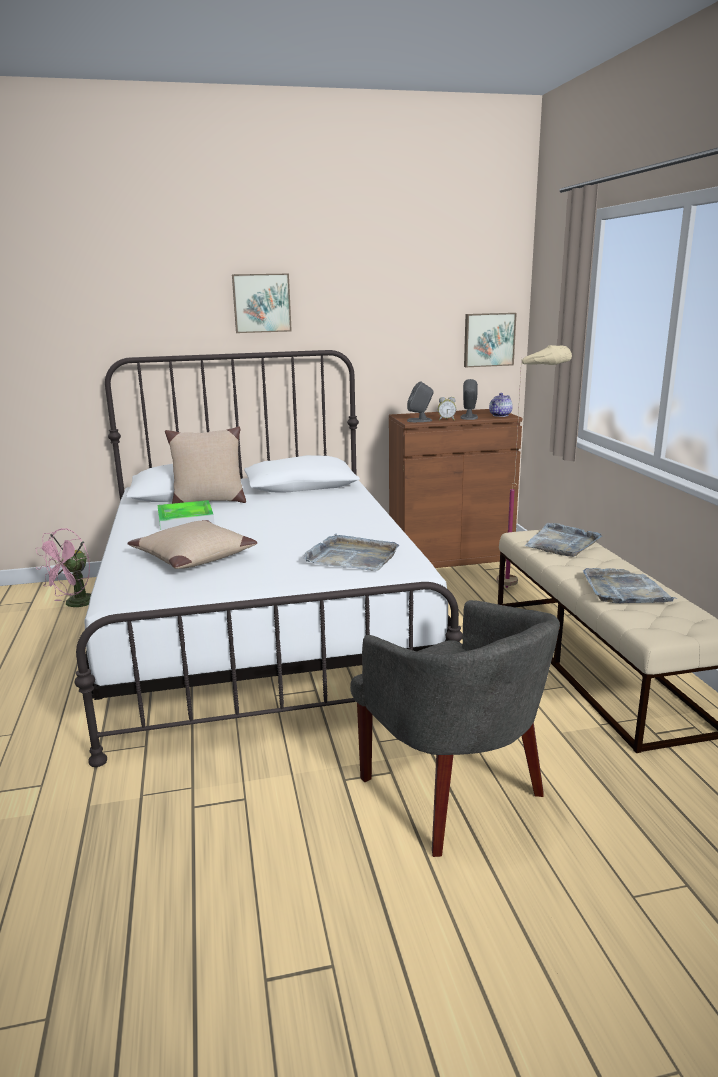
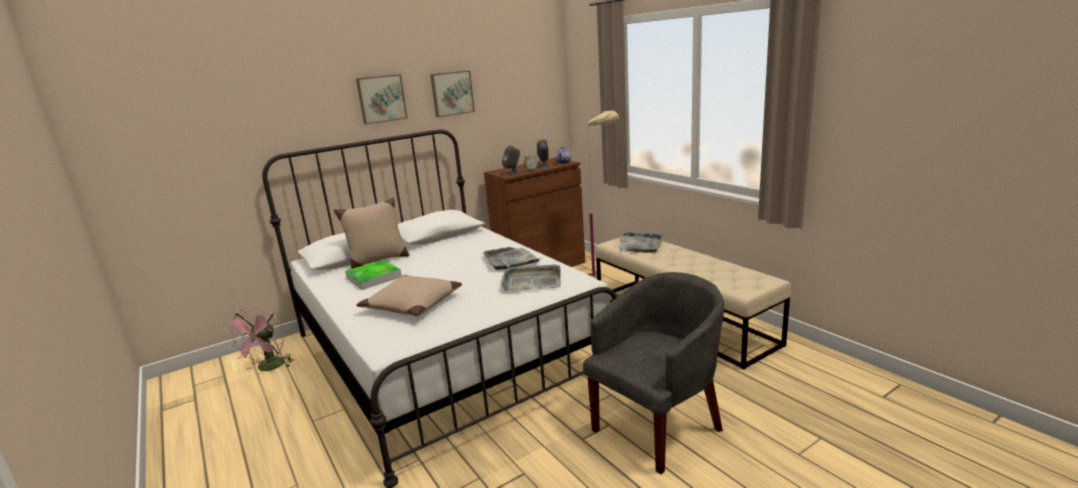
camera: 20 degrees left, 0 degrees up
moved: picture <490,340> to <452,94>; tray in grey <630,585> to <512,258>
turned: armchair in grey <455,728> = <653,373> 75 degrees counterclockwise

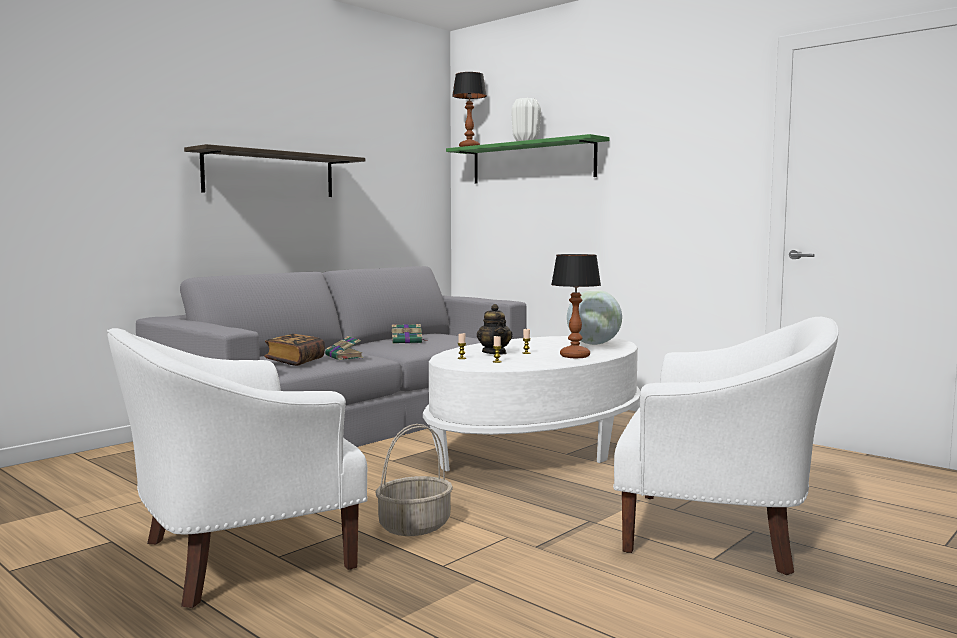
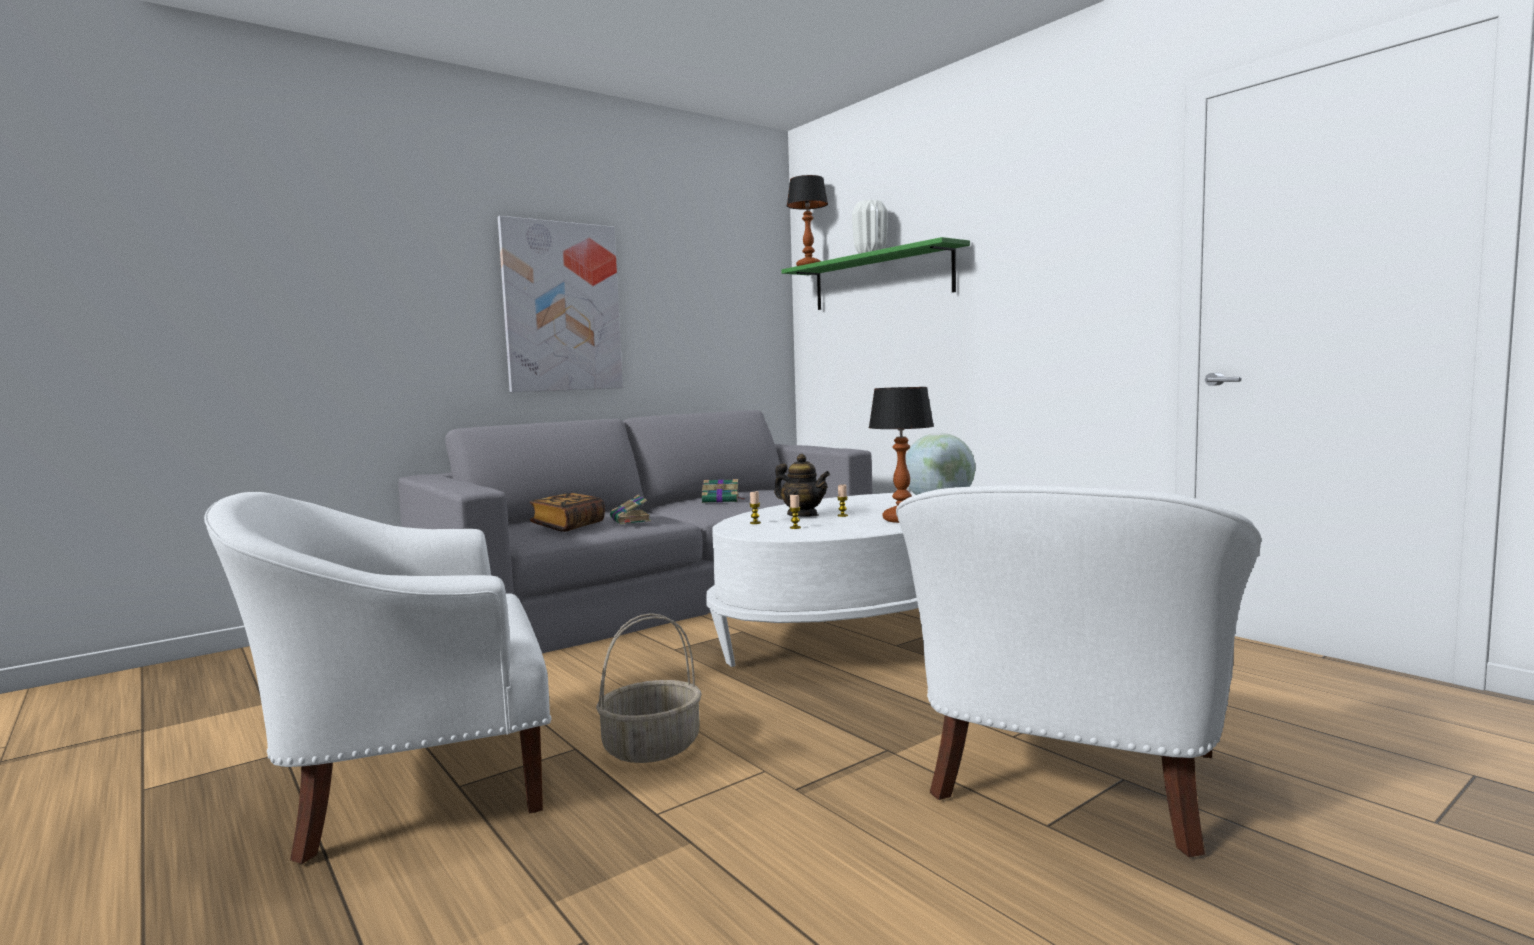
camera: 10 degrees right, 0 degrees up
replaced: shelf <274,170> to picture <560,304>
turned: teapot <494,329> = <802,485> 45 degrees counterclockwise; armchair in white <726,446> = <1078,671> 90 degrees clockwise

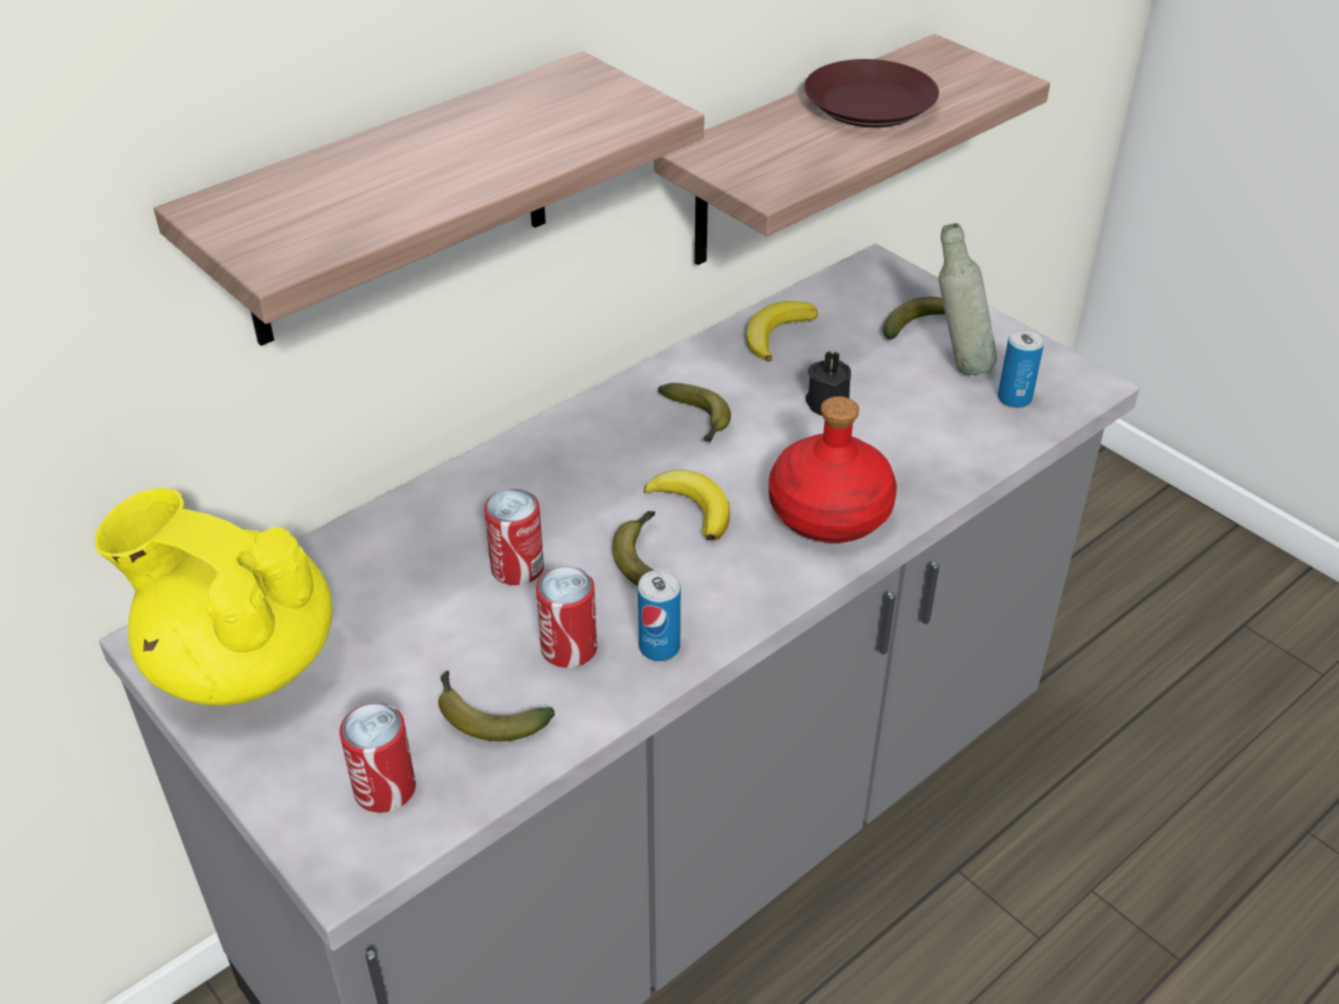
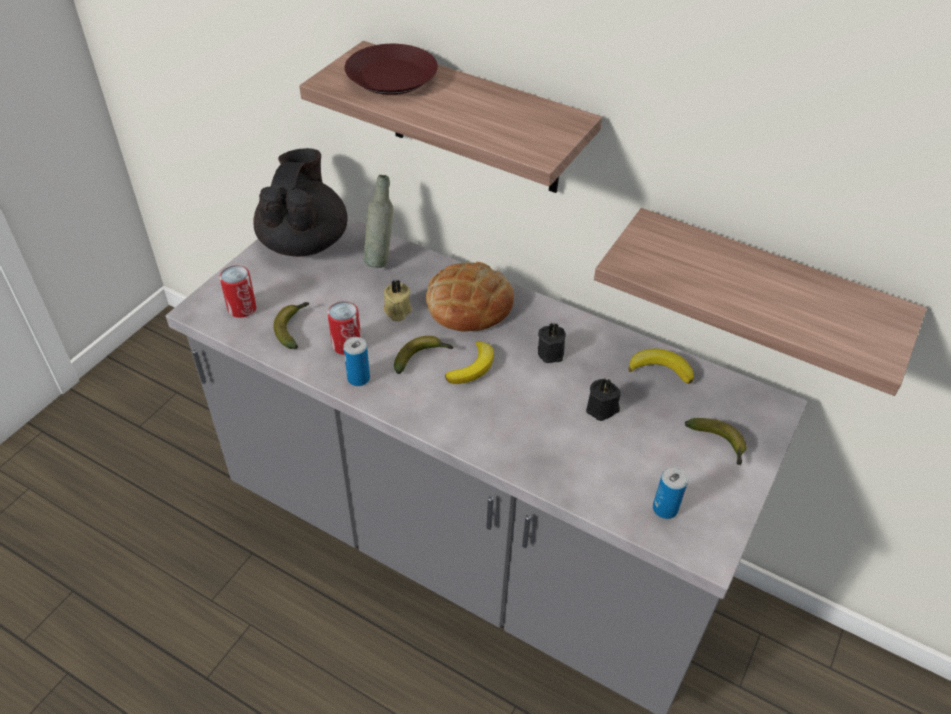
camera: 70 degrees right, 5 degrees up
removed: bottle in red <833,469>
added: bread <470,297>
moved: plate in brown <871,93> to <391,69>; bottle in grey <968,299> to <379,221>
replaced: banana <694,413> to candle in black <552,342>; can <514,537> to candle in beige <397,300>
recoloured: teapot in yellow <214,597> to teapot in black <300,202>

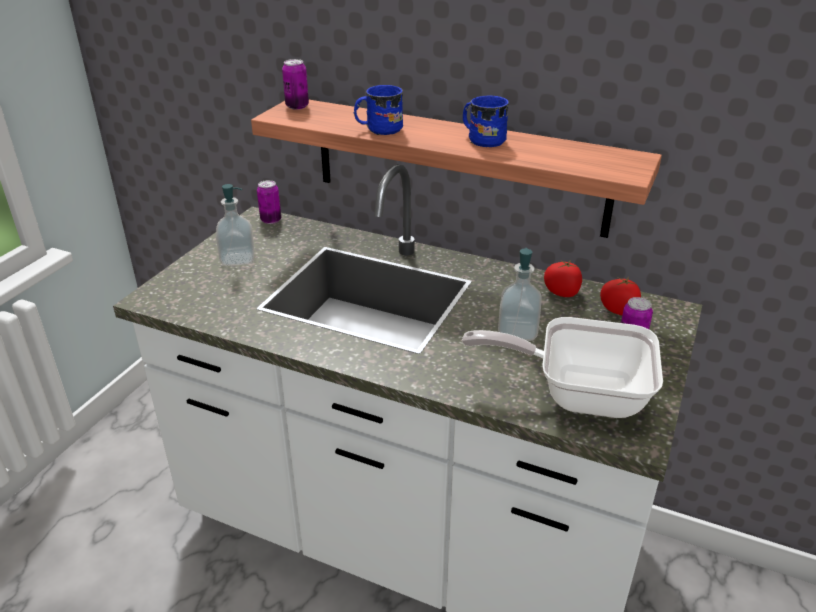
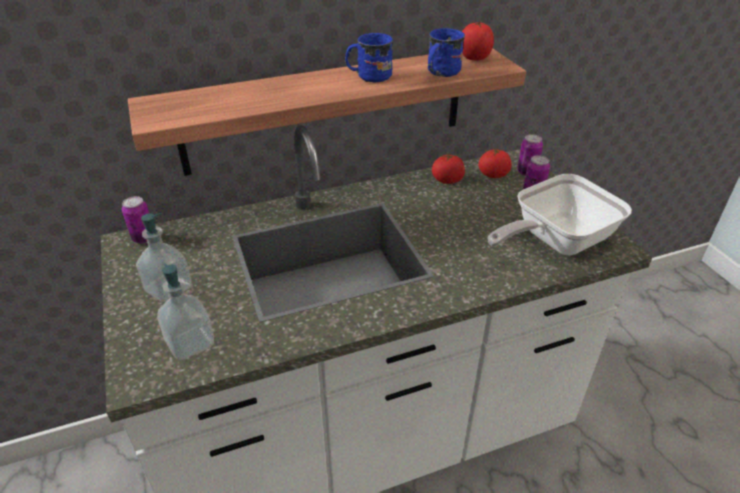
camera: 45 degrees left, 5 degrees up
added: tomato <478,41>
moved: can <295,84> to <530,155>; mug in blue <378,110> to <446,52>; soap dispenser <520,294> to <185,311>

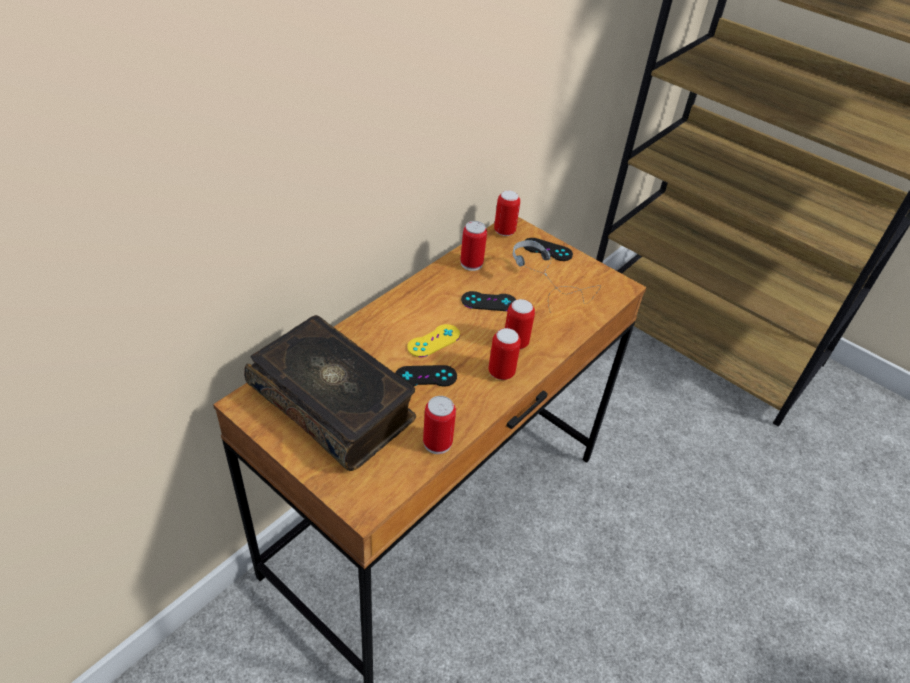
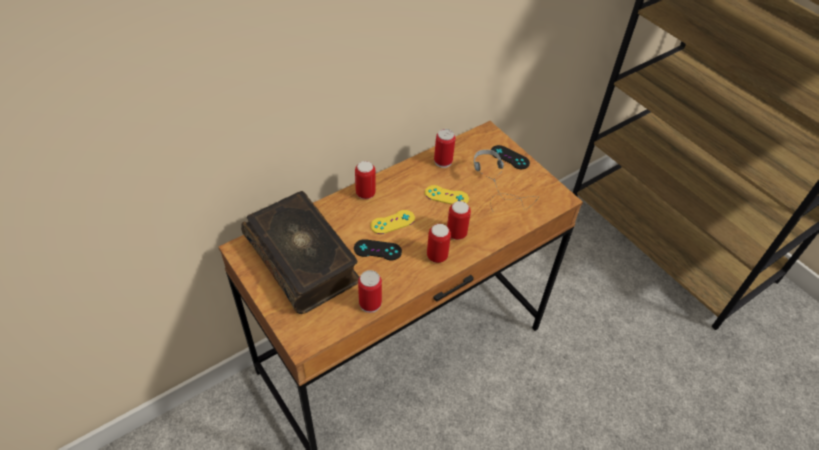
camera: 15 degrees right, 5 degrees up
moved: can <507,213> to <365,180>
recoloured: game controller in black <488,301> to game controller in yellow <447,195>

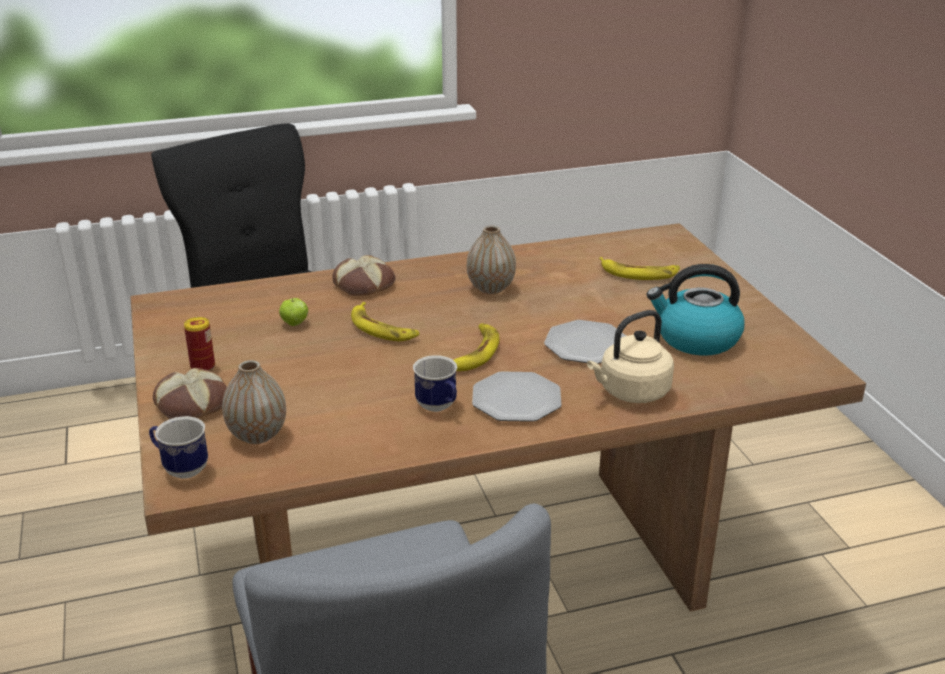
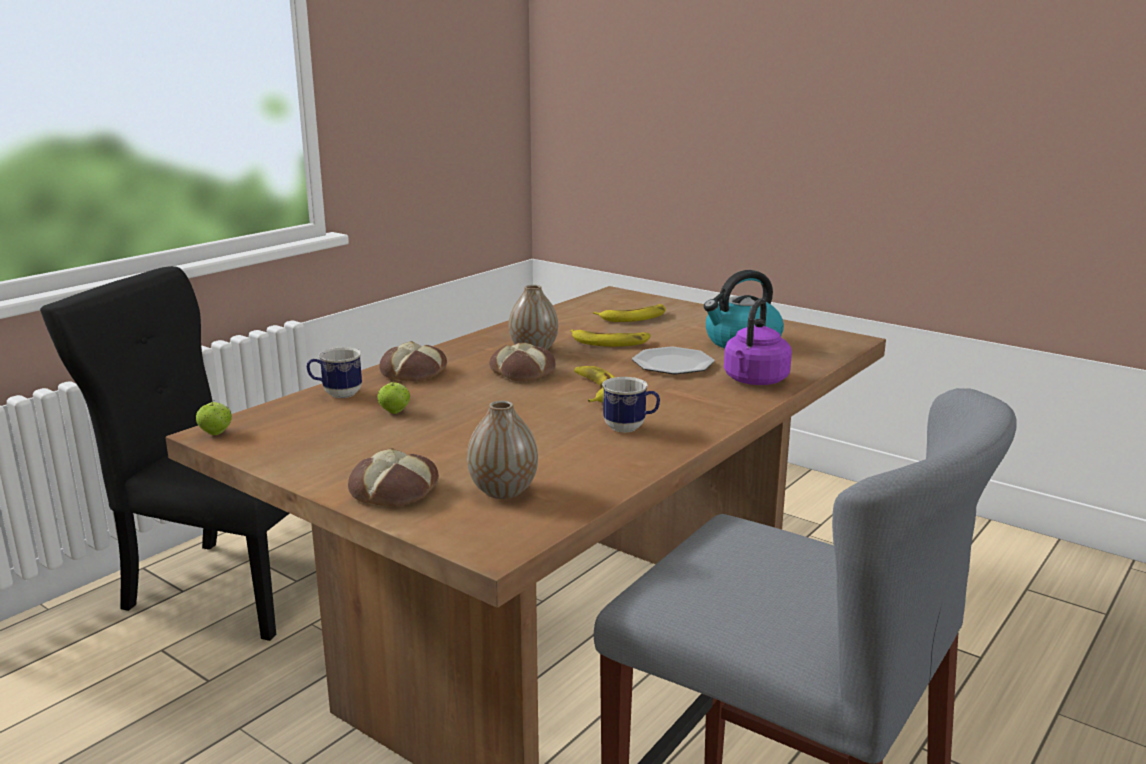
camera: 35 degrees left, 10 degrees down
removed: can <199,344>; plate <516,397>
added: bread <522,362>; apple <214,417>
moved: banana <385,321> to <611,338>; mug <178,447> to <334,372>
recoloured: kettle in beige <630,356> to kettle in purple <758,341>

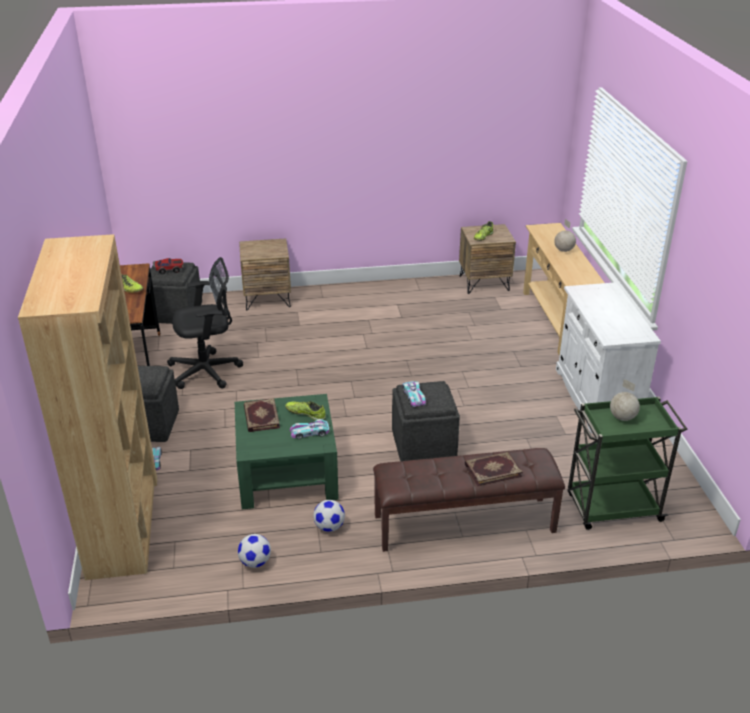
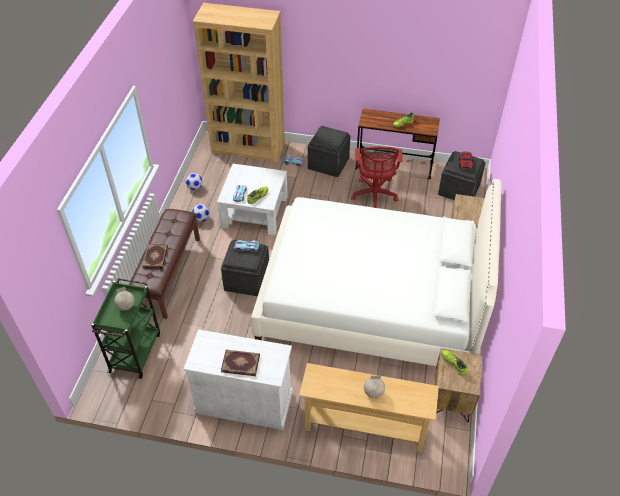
camera: 110 degrees right, 15 degrees up
added: bed in white <376,272>
moved: book <262,415> to <240,363>
recoloured: office chair in black <205,323> to office chair in red <377,177>; coffee table in green <287,451> to coffee table in white <252,200>

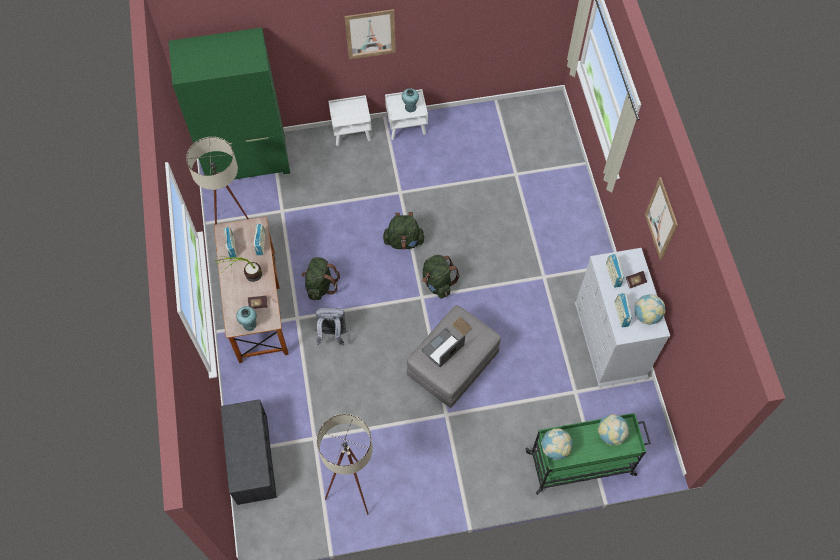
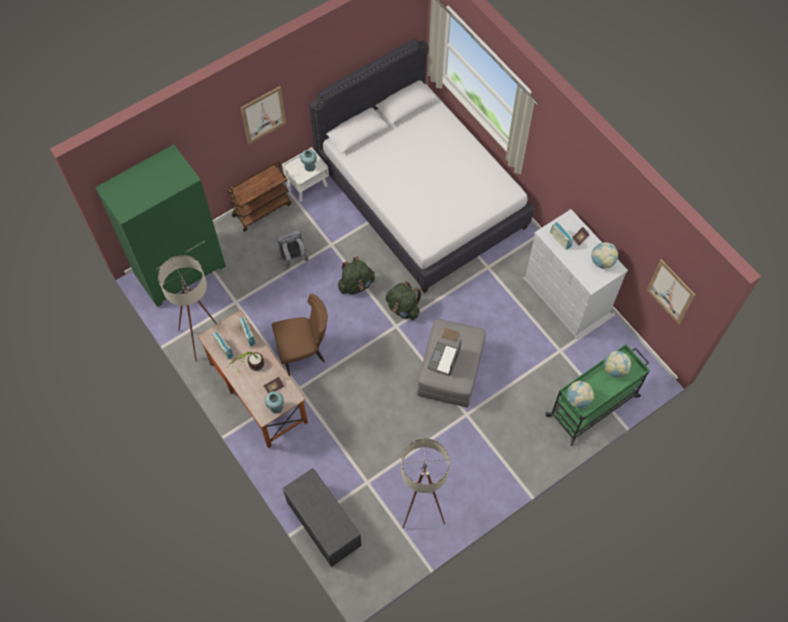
camera: 25 degrees left, 0 degrees up
removed: radio <623,310>
added: bed in white <421,165>
moved: picture <661,218> to <671,292>; backpack in grey <332,326> to <293,249>
replaced: nightstand in white <349,120> to cart in brown <259,196>; backpack in green <320,278> to chair in brown <300,334>

